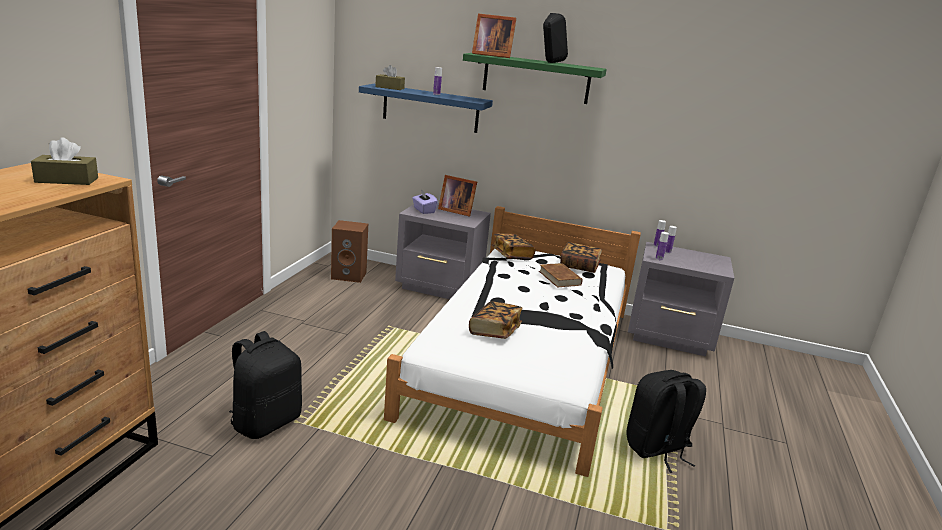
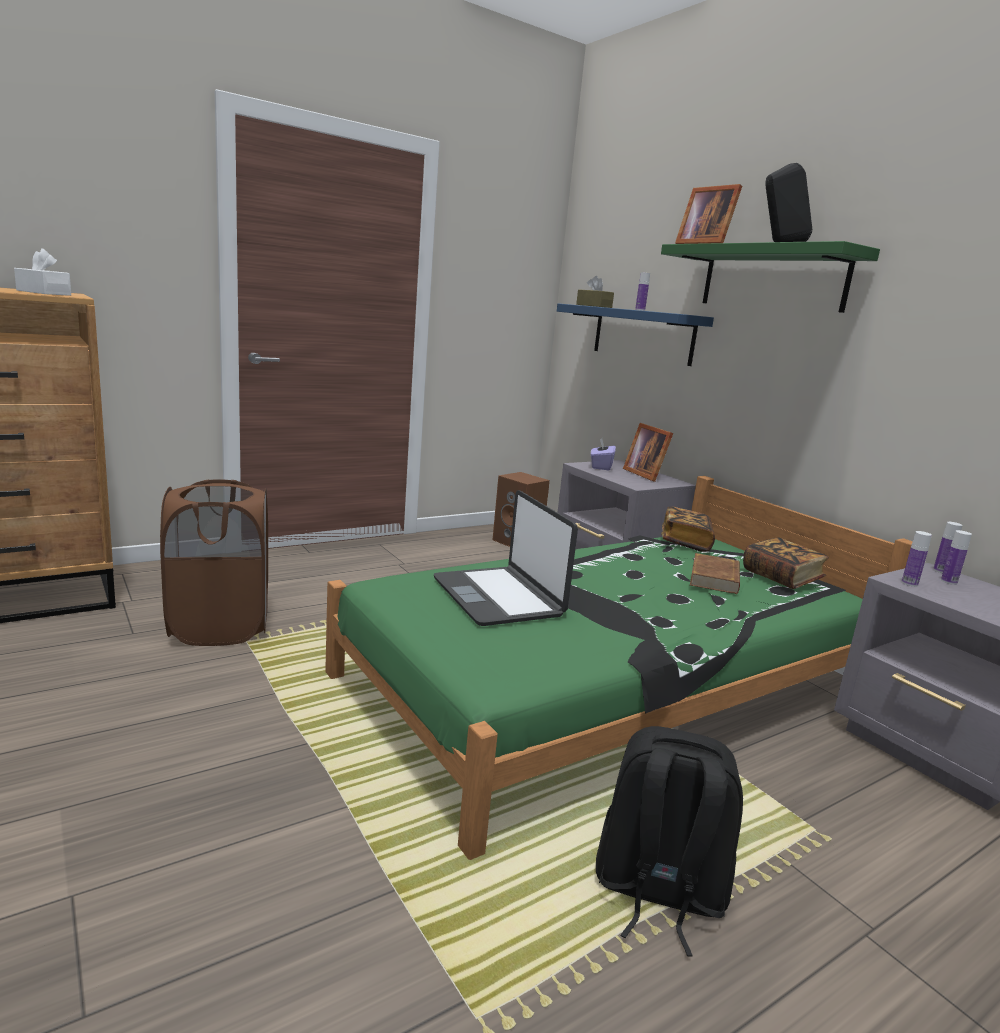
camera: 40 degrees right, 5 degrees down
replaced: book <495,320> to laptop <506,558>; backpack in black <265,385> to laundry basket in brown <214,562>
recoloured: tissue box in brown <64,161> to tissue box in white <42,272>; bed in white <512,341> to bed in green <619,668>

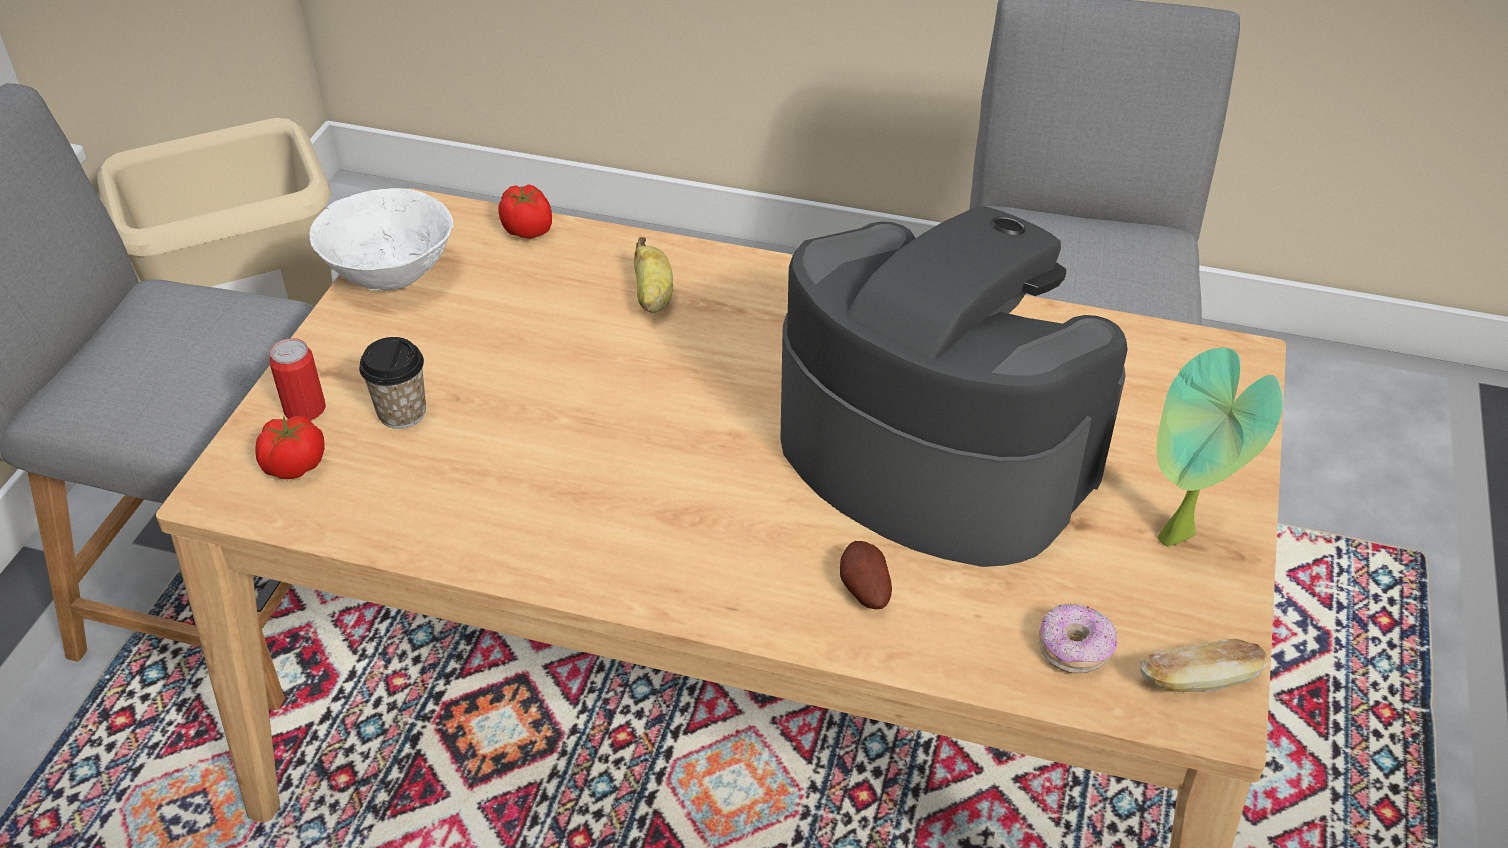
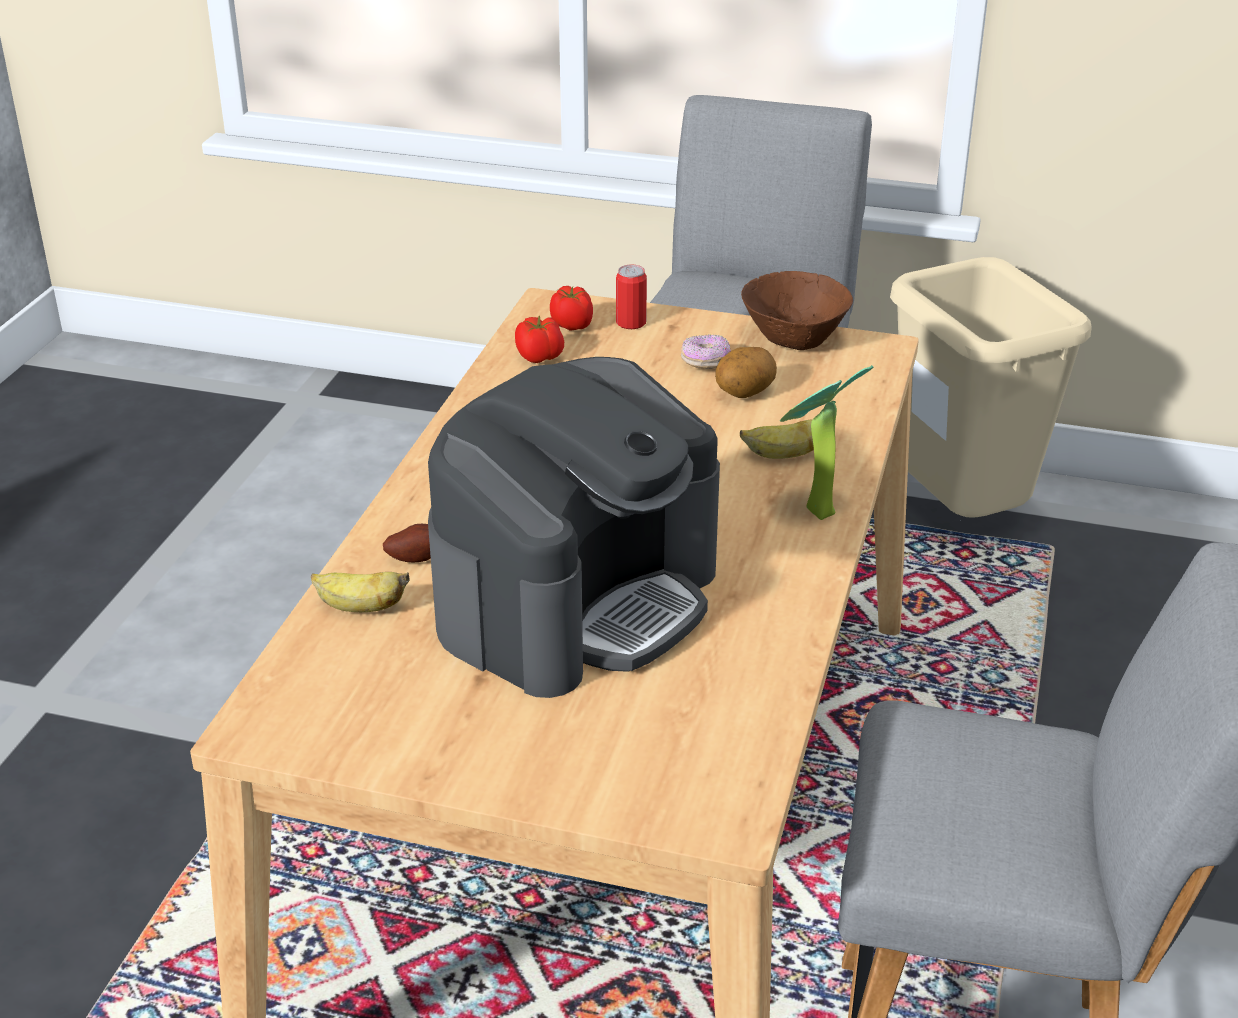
camera: 90 degrees right, 10 degrees down
removed: cup <392,383>; bread <1204,665>
added: potato <746,372>; banana <360,592>
moved: tomato <525,211> to <539,339>; potted plant <1220,447> to <827,442>; donut <1078,638> to <706,352>
recoloured: bowl in white <381,239> to bowl in brown <797,310>

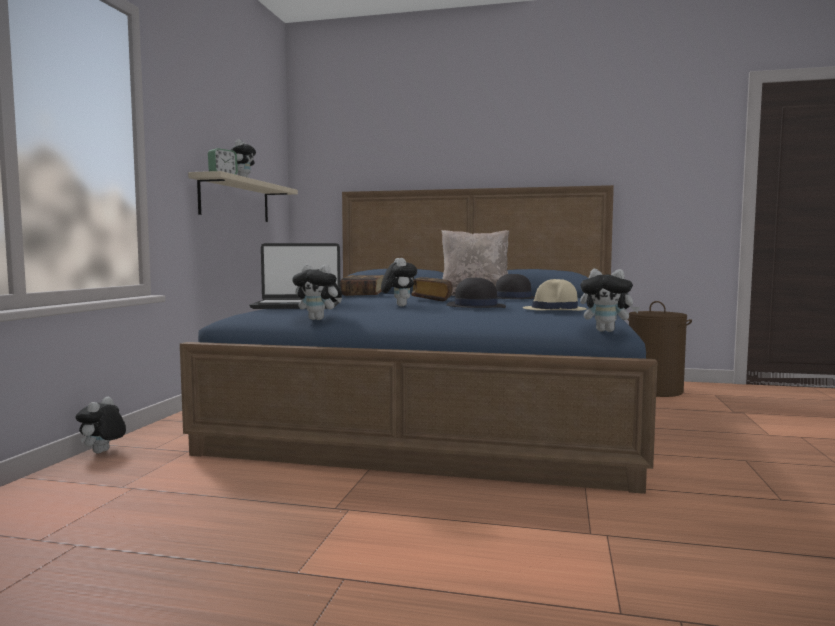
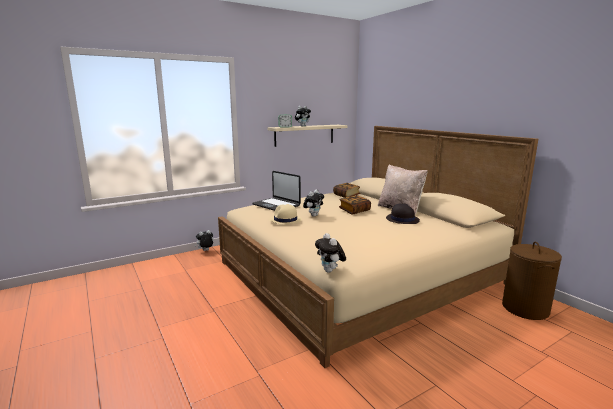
camera: 45 degrees right, 10 degrees up
removed: plush toy <317,292>; hat in black <476,292>
moved: hat in beige <555,295> to <285,214>
recoloured: bed in blue <418,339> to bed in beige <378,247>

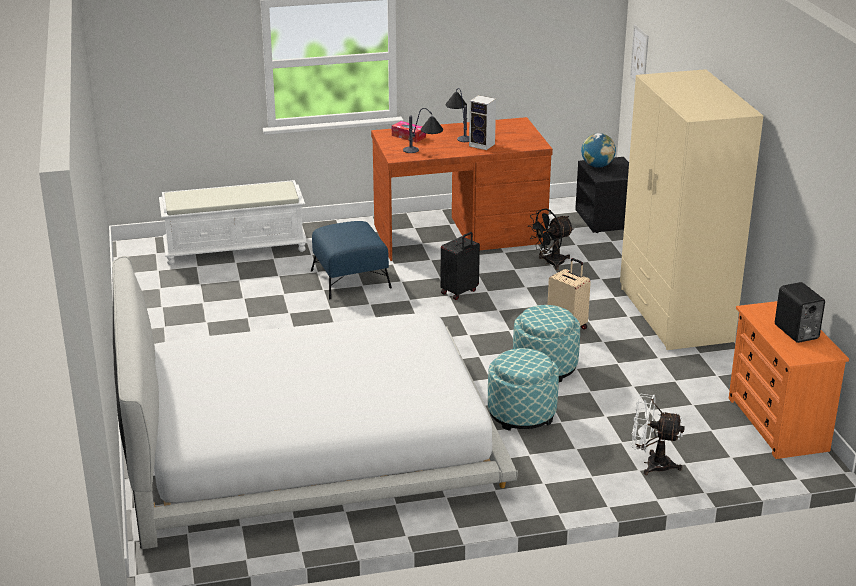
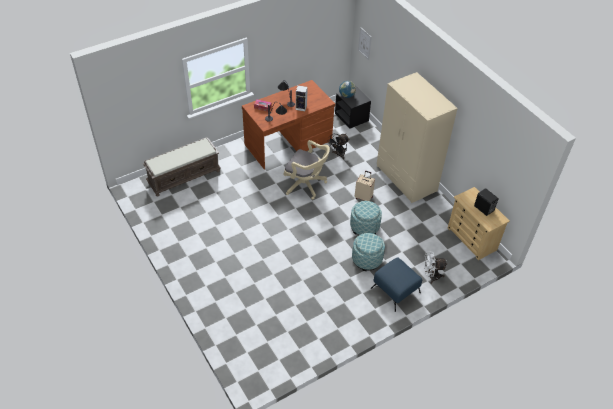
camera: 20 degrees left, 20 degrees up
removed: bed in white <315,402>
moved: ottoman in blue <351,260> to <396,285>
replaced: suitcase in black <460,266> to office chair in beige <306,170>
recoloured: bench in white <233,222> to bench in brown <182,167>; dresser in orange <788,380> to dresser in beige <479,223>

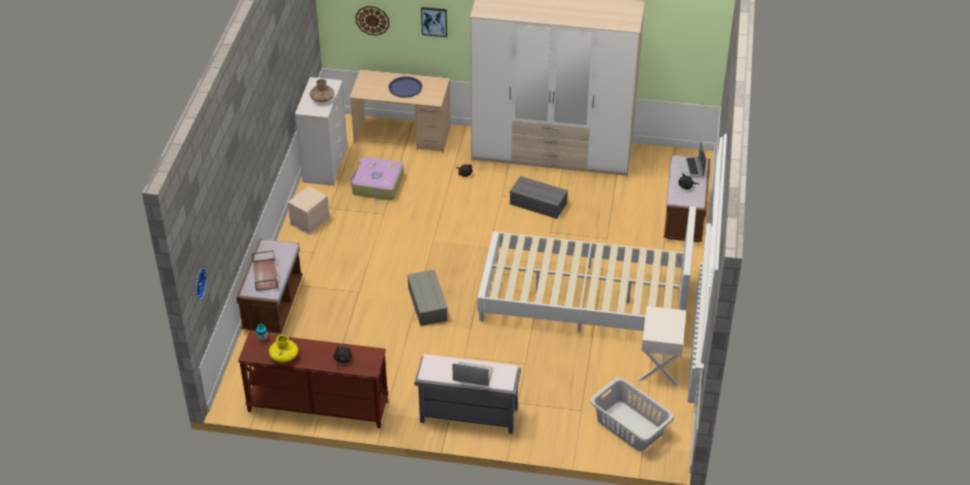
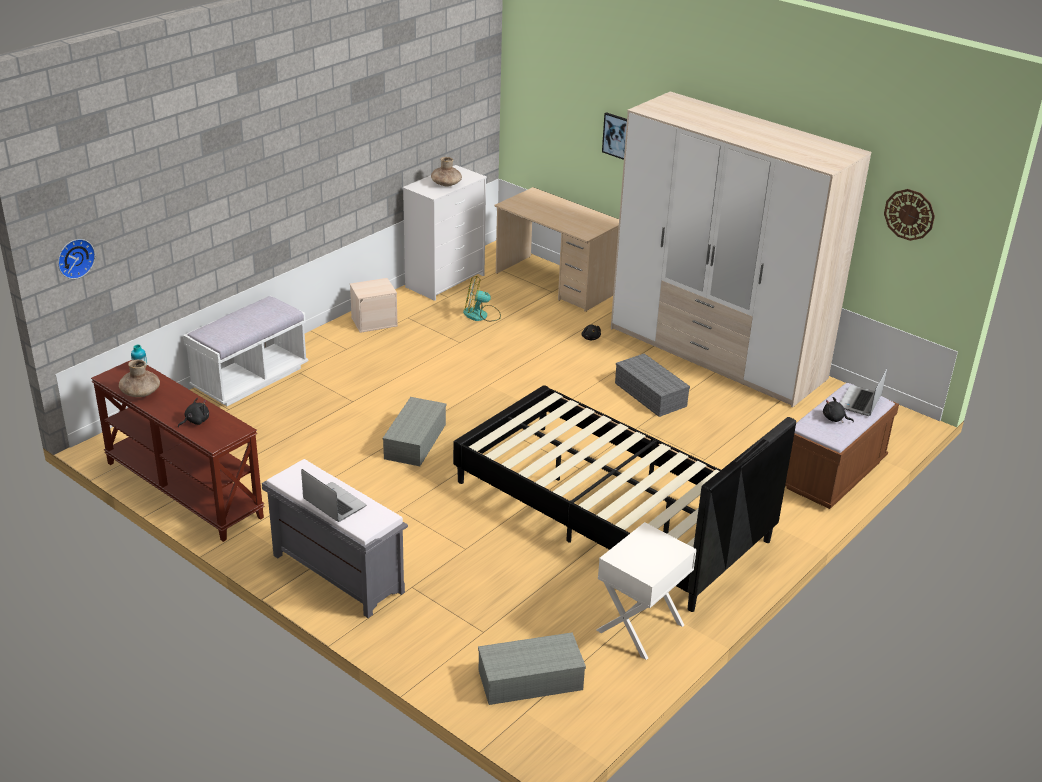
camera: 30 degrees right, 10 degrees down
removed: tray in blue <405,87>; tray in brown <265,270>
moved: wall clock <372,21> to <909,215>
replaced: suitcase <377,178> to fan <482,299>; laundry basket in grey <632,414> to storage box in grey <532,668>
recoloured: bed in white <586,269> to bed in black <624,498>; bench in brown <269,286> to bench in white <245,351>; vase in yellow <283,348> to vase in brown <139,378>

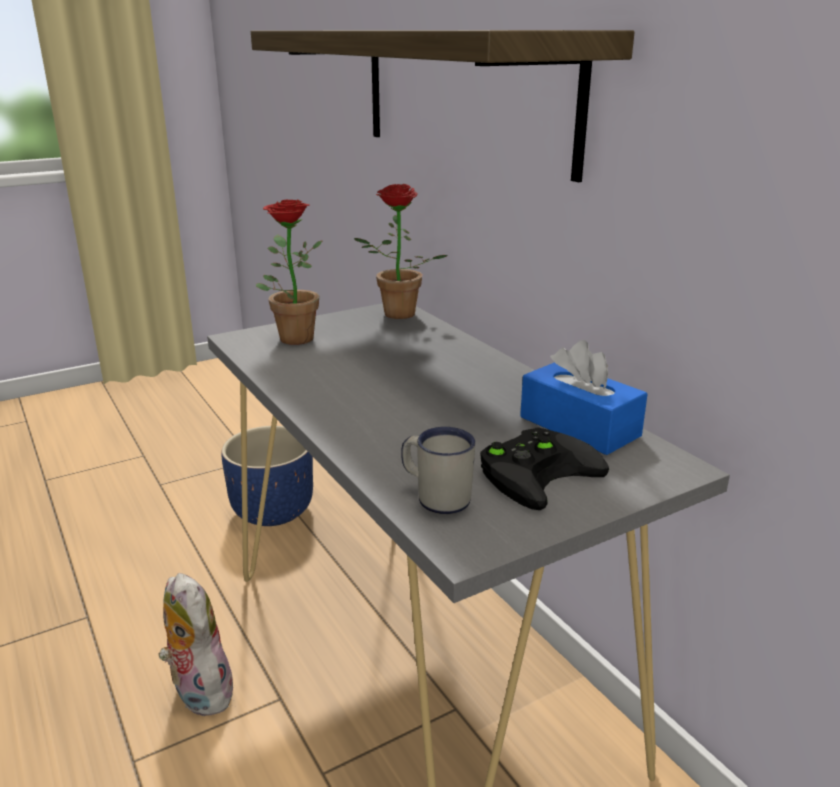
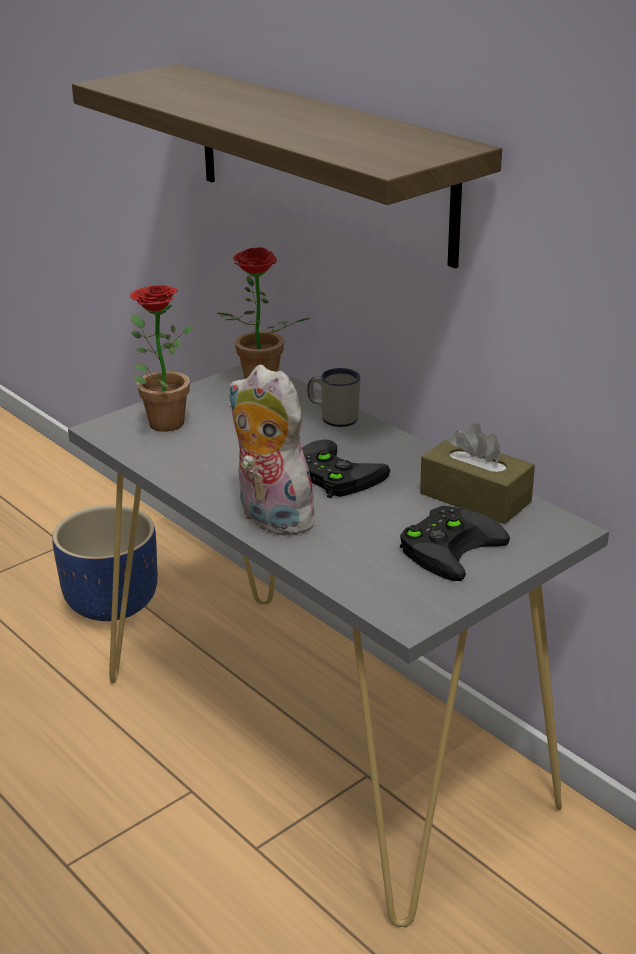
camera: 10 degrees left, 5 degrees up
added: game controller in black <346,468>
moved: mug in white <438,470> to <333,397>; plush toy <198,644> to <274,450>
recoloured: tissue box in blue <584,397> to tissue box in brown <477,473>

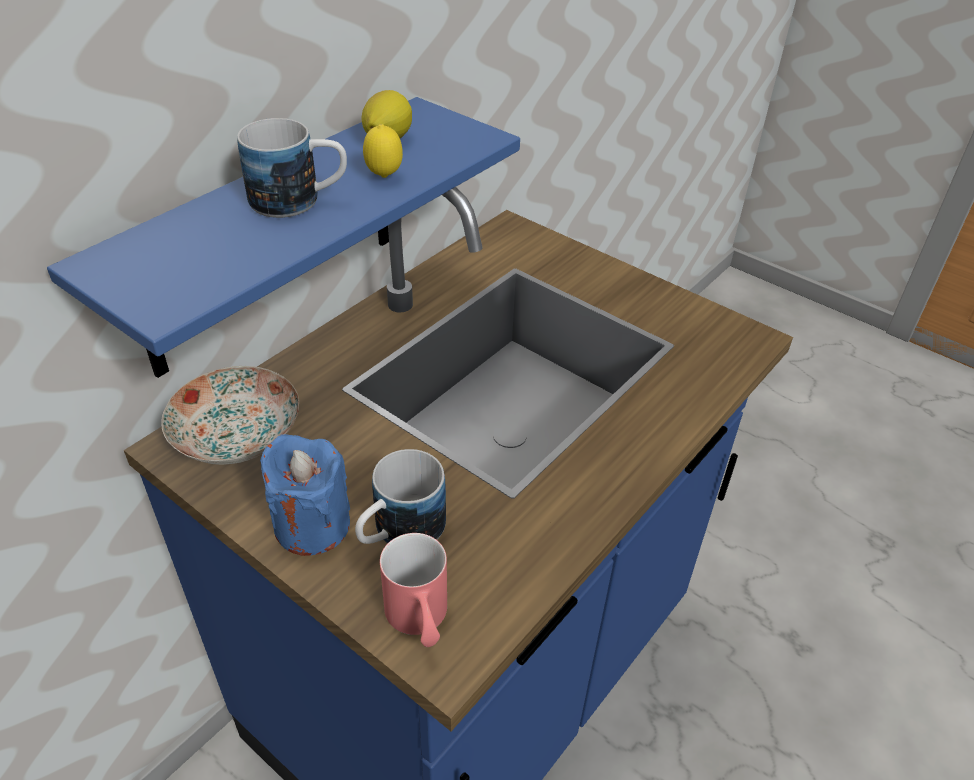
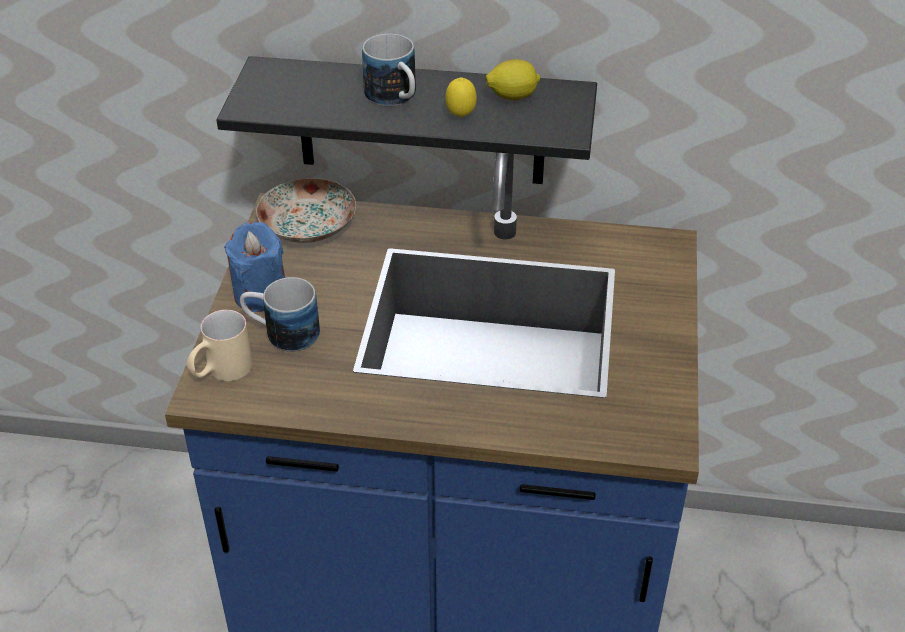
camera: 60 degrees right, 0 degrees up
recoloured: shelf in blue <283,237> to shelf in black <407,120>; mug in red <413,590> to mug in beige <219,345>

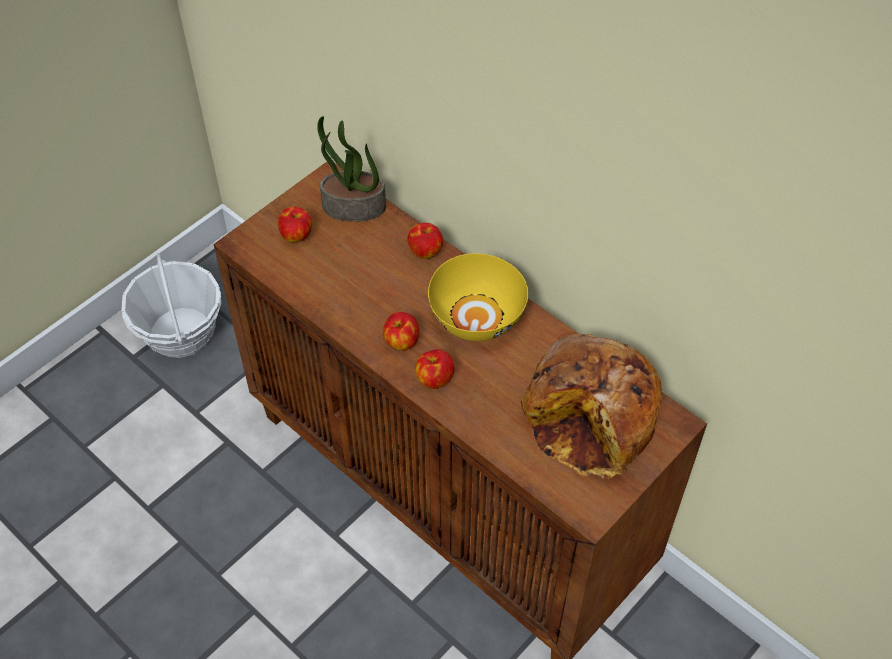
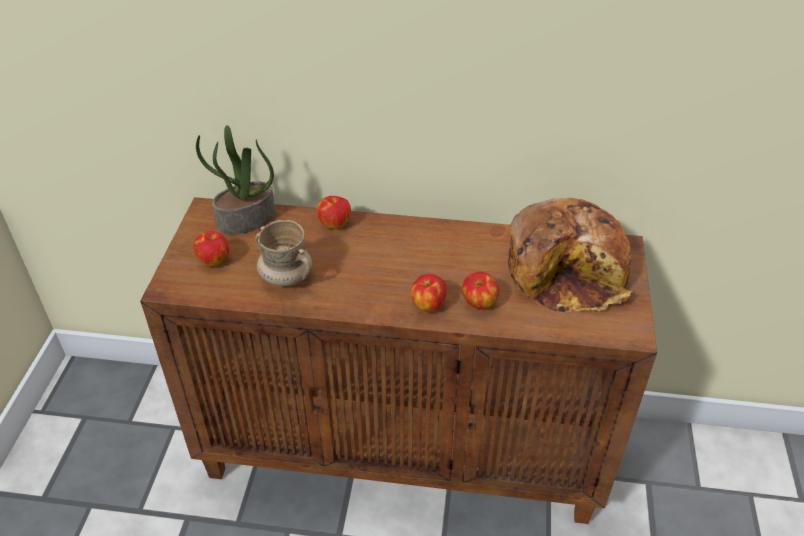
camera: 35 degrees left, 10 degrees down
removed: basket <171,305>; bowl in yellow <478,297>
added: mug in beige <283,253>
moved: apple <401,331> to <480,290>

